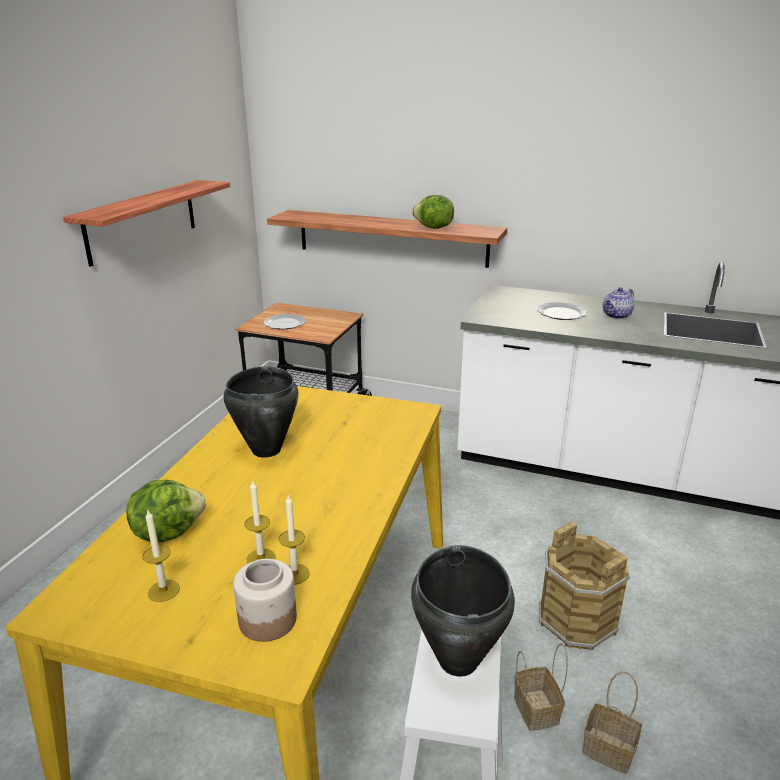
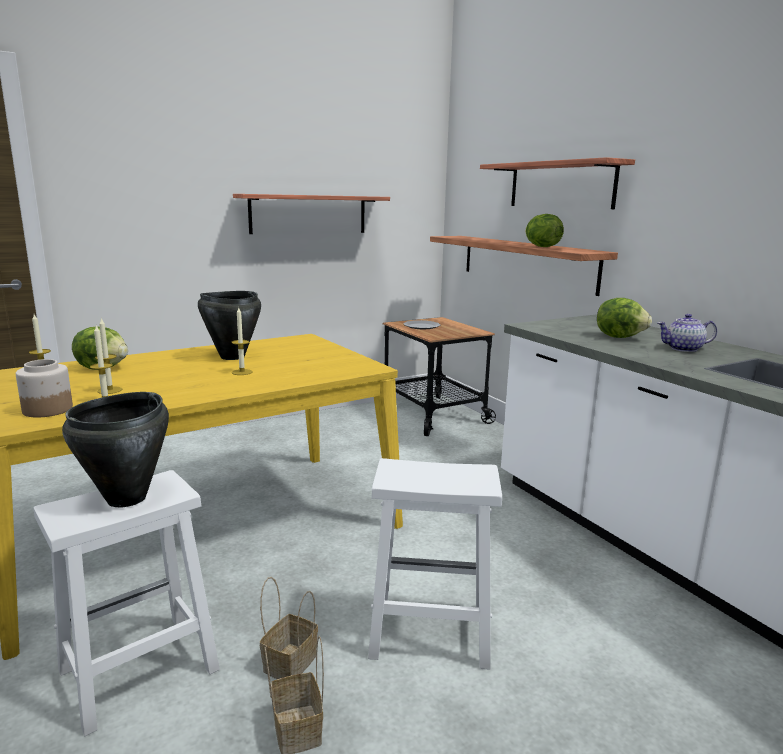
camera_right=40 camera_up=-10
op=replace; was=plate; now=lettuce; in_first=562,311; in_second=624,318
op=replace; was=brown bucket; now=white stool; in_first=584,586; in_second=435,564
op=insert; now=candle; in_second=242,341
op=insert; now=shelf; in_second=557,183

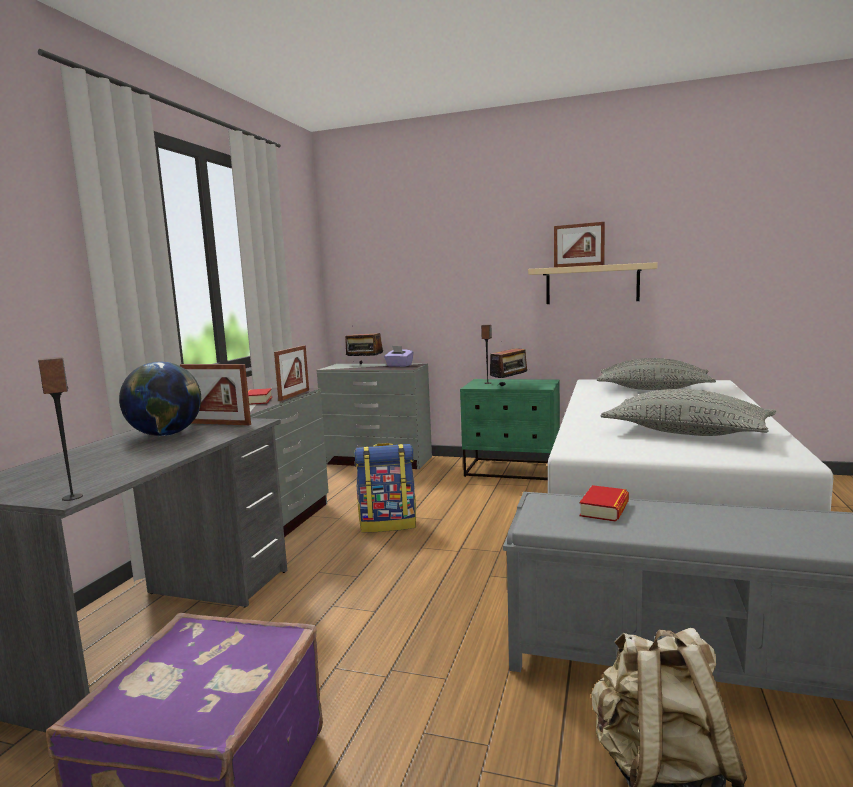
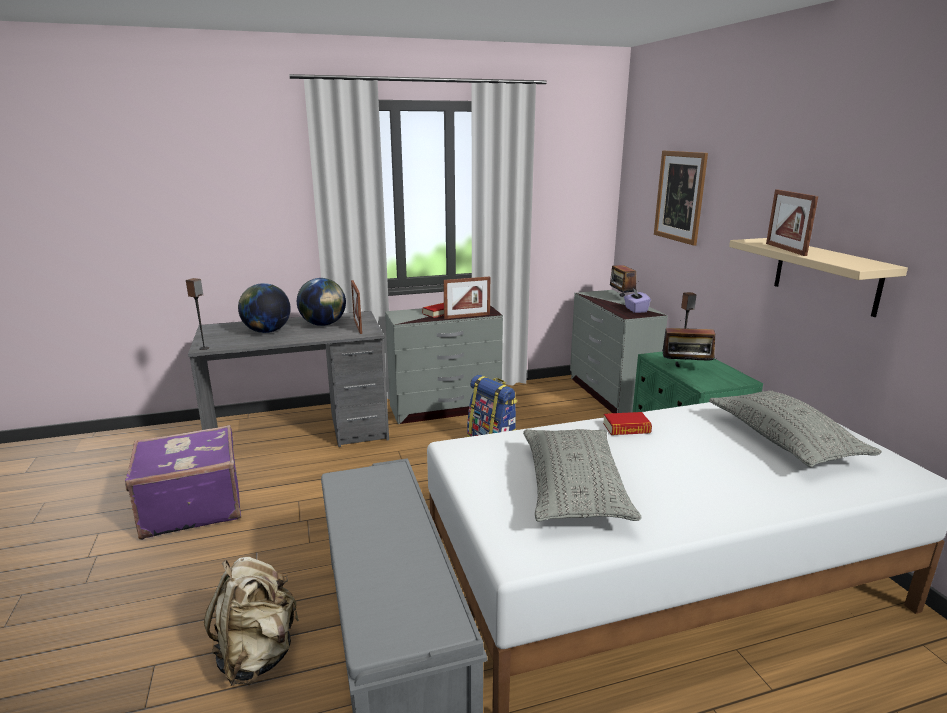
camera_right=55 camera_up=10
op=move; was=book; in_first=604,503; in_second=627,423
op=insert; now=globe; in_second=264,308
op=insert; now=picture; in_second=681,198

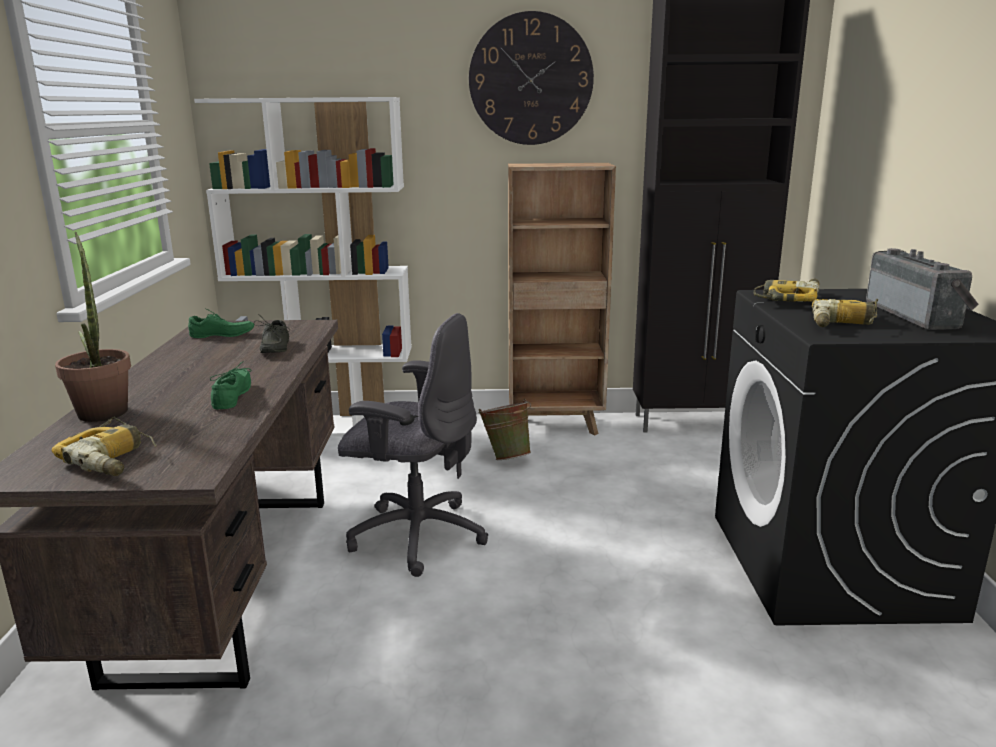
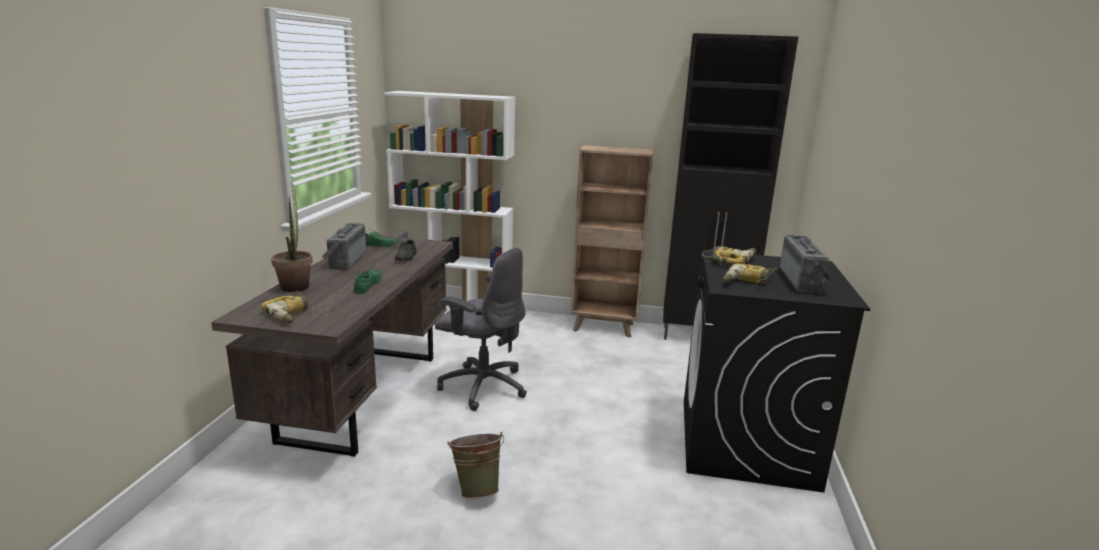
camera_right=10 camera_up=0
op=delete; was=wall clock; in_first=531,78
op=move; was=green bucket; in_first=504,429; in_second=475,465
op=insert; now=radio; in_second=344,246

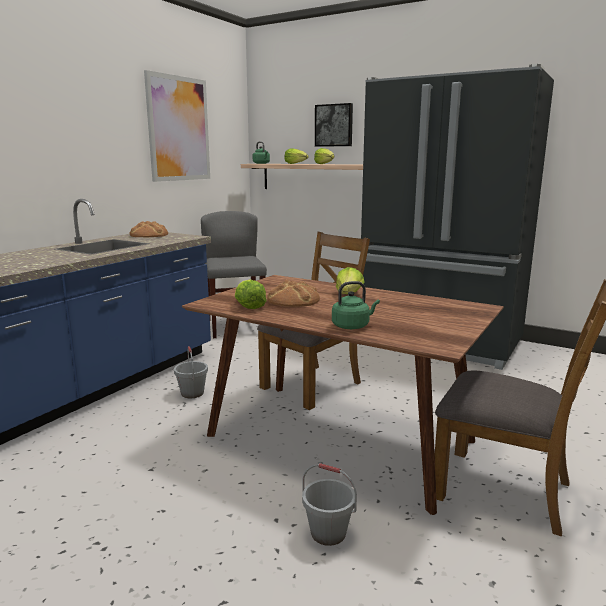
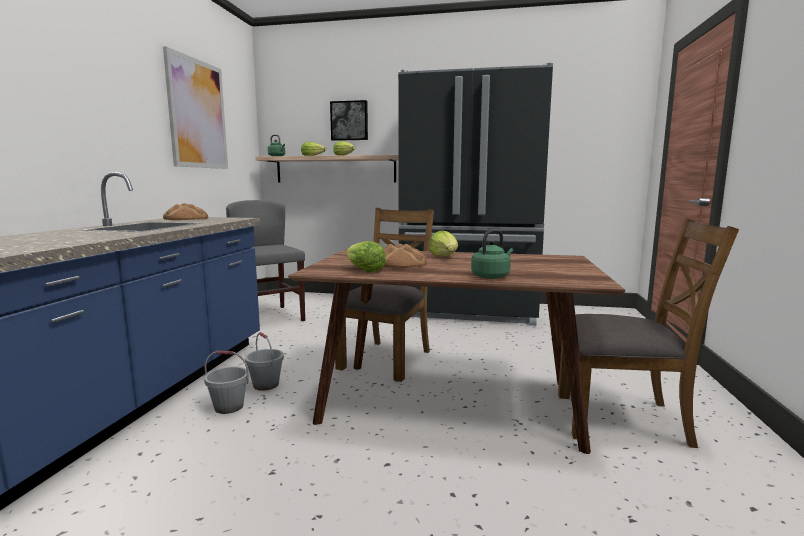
camera_right=-20 camera_up=-5
op=move; was=grey bucket; in_first=329,504; in_second=226,382

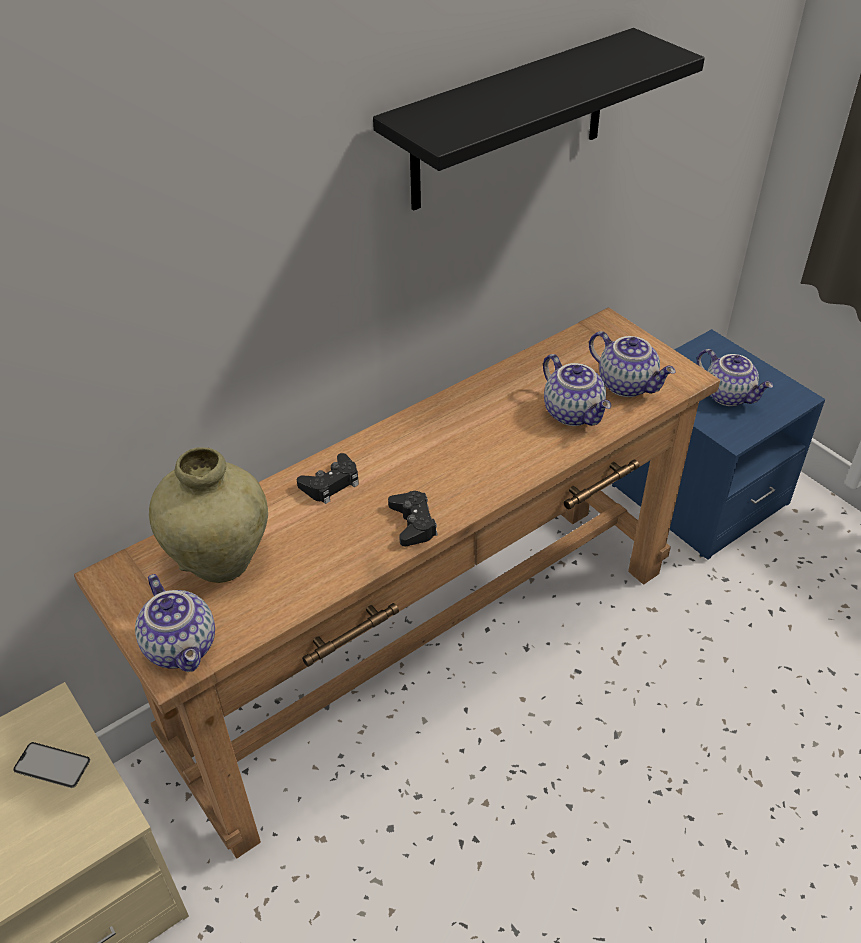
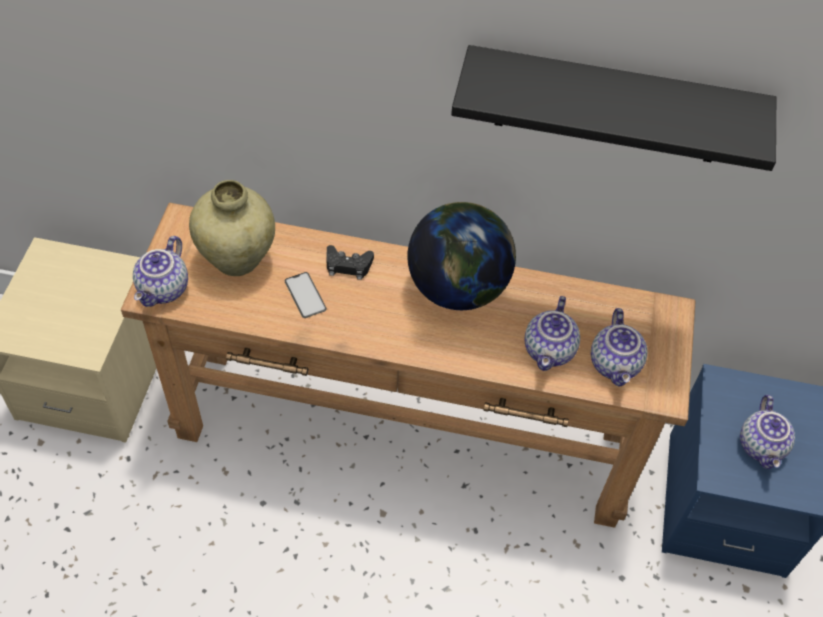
camera_right=45 camera_up=10
op=move; was=phone; in_first=51,765; in_second=306,295
op=delete; was=black game controller; in_first=413,518
op=insert; now=globe; in_second=461,256

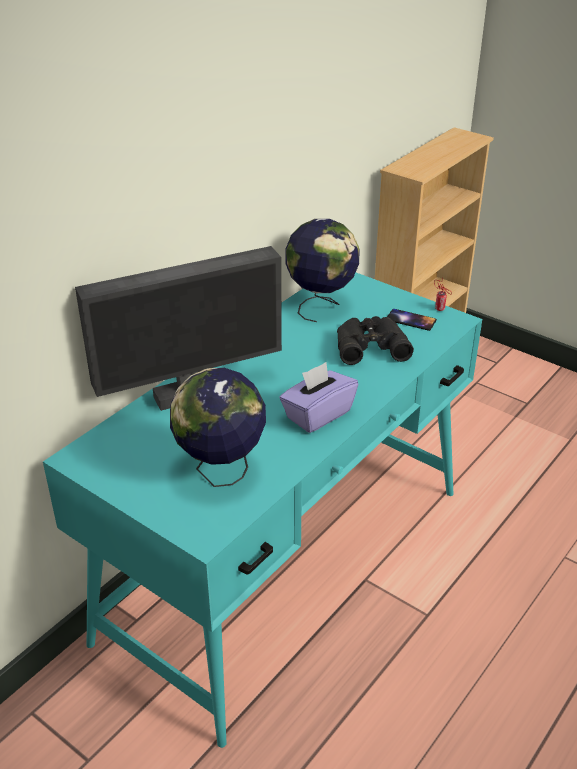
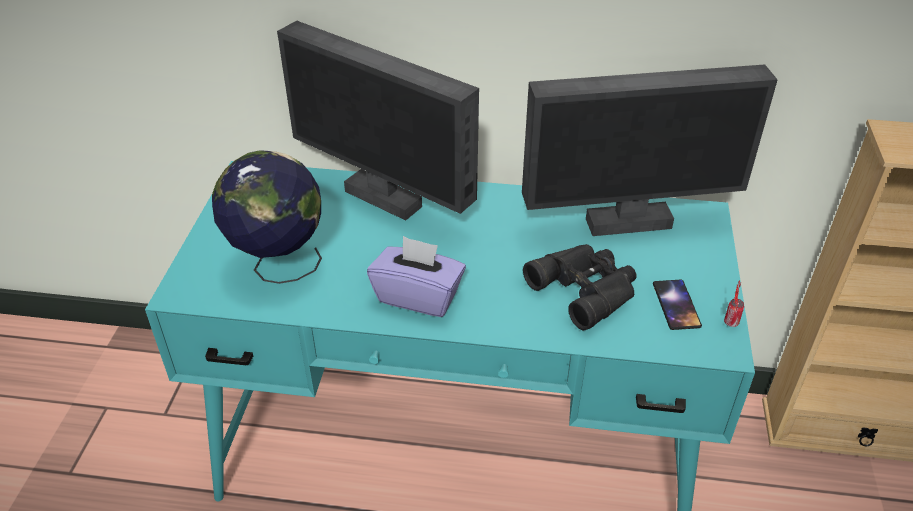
camera_right=60 camera_up=5
op=replace; was=globe; now=monitor; in_first=322,270; in_second=650,150

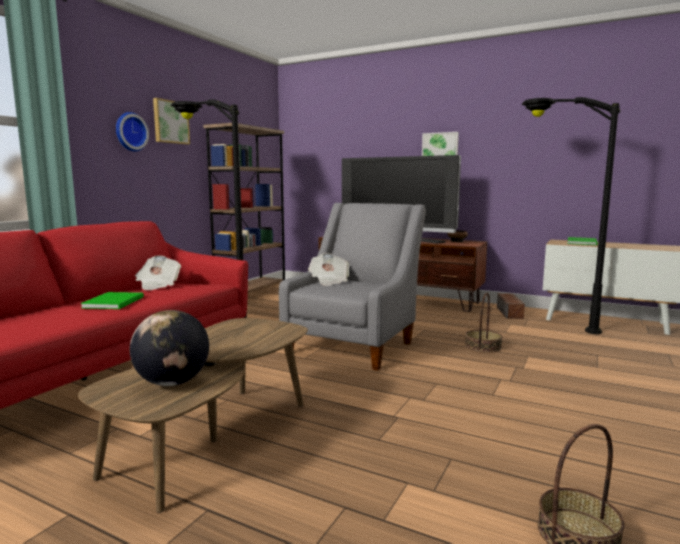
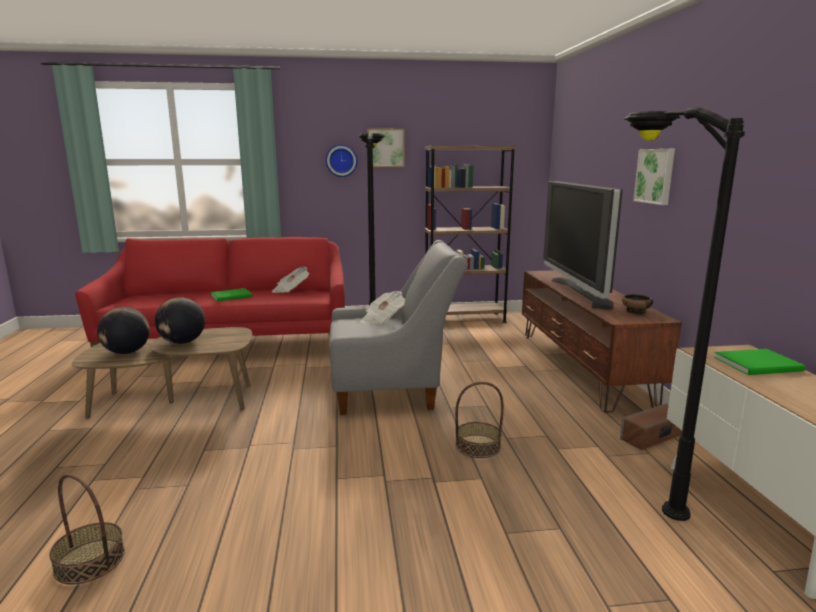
camera_right=55 camera_up=5
op=insert; now=globe; in_second=180,320

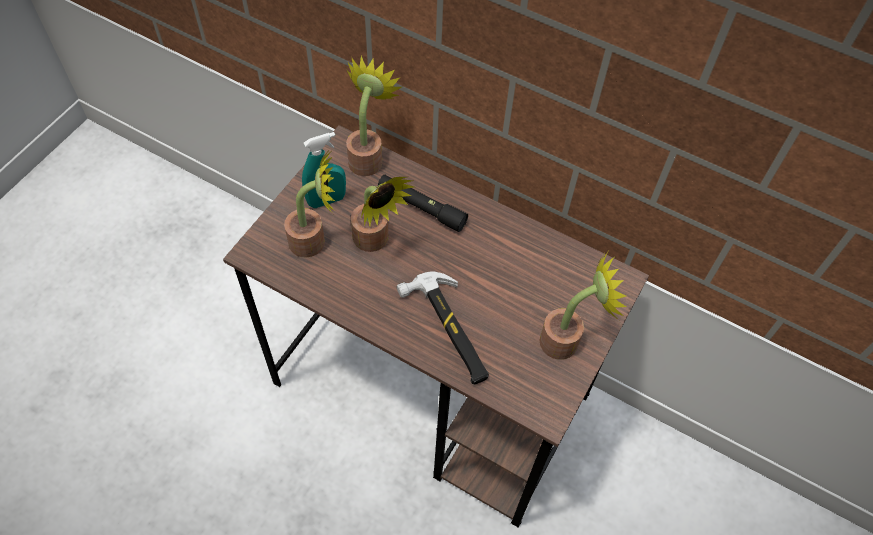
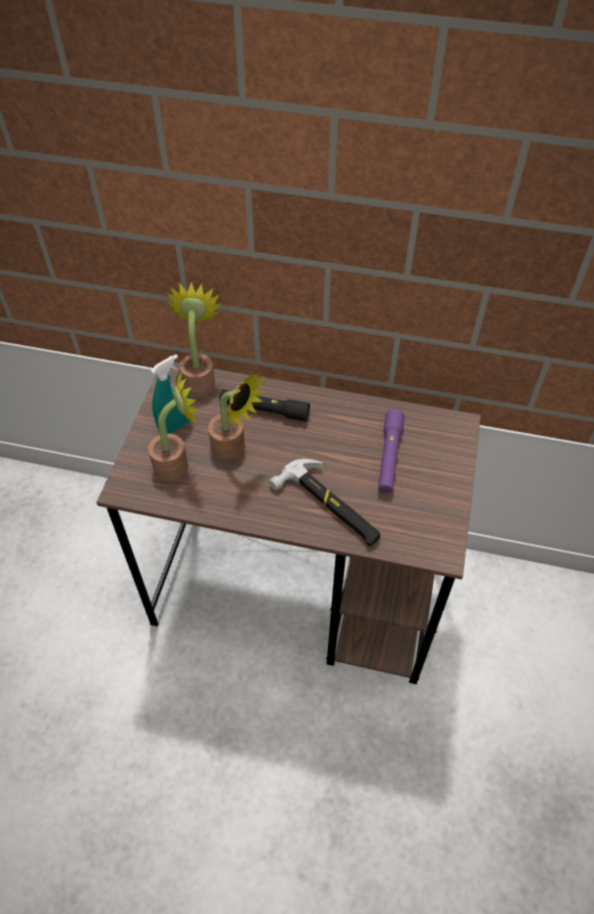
camera_right=-15 camera_up=-5
op=delete; was=potted plant; in_first=583,306
op=insert; now=purple flashlight; in_second=391,451

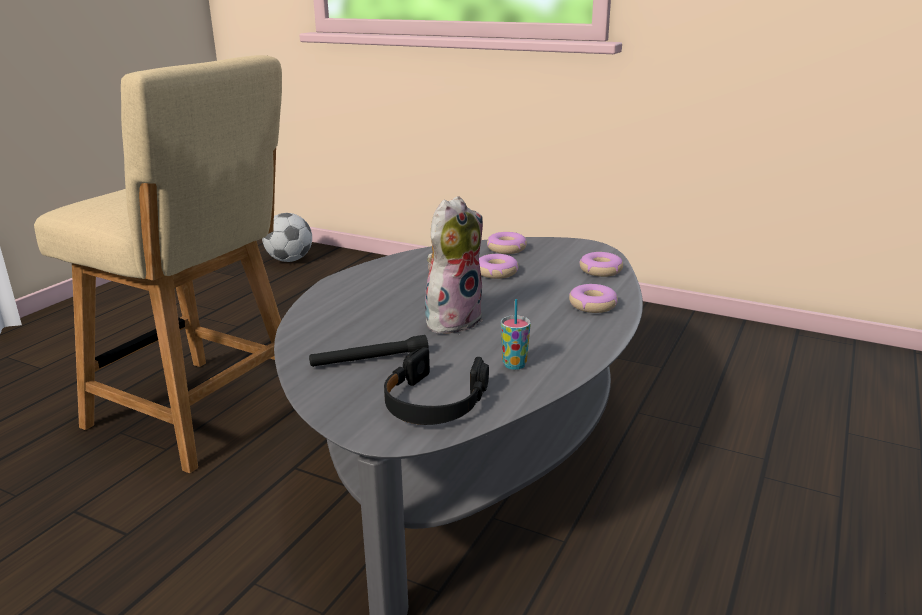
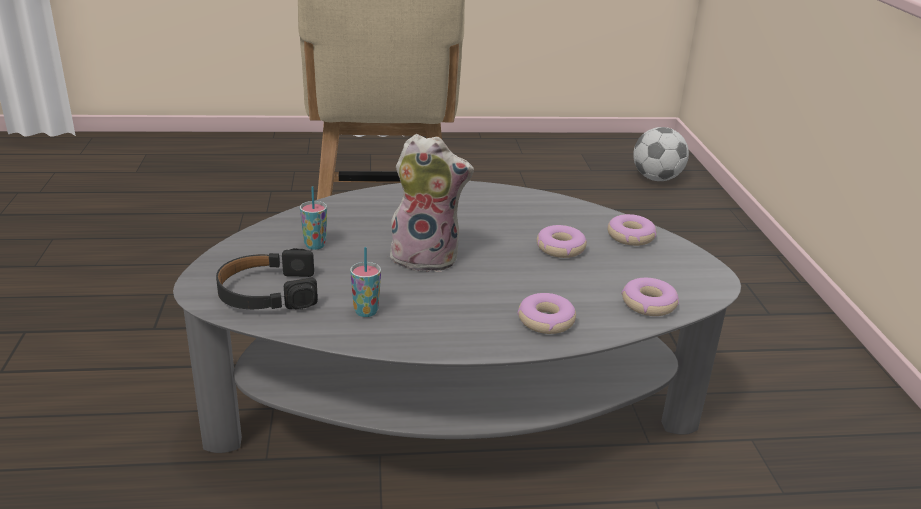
camera_right=55 camera_up=5
op=replace; was=black flashlight; now=cup; in_first=368,351; in_second=313,218

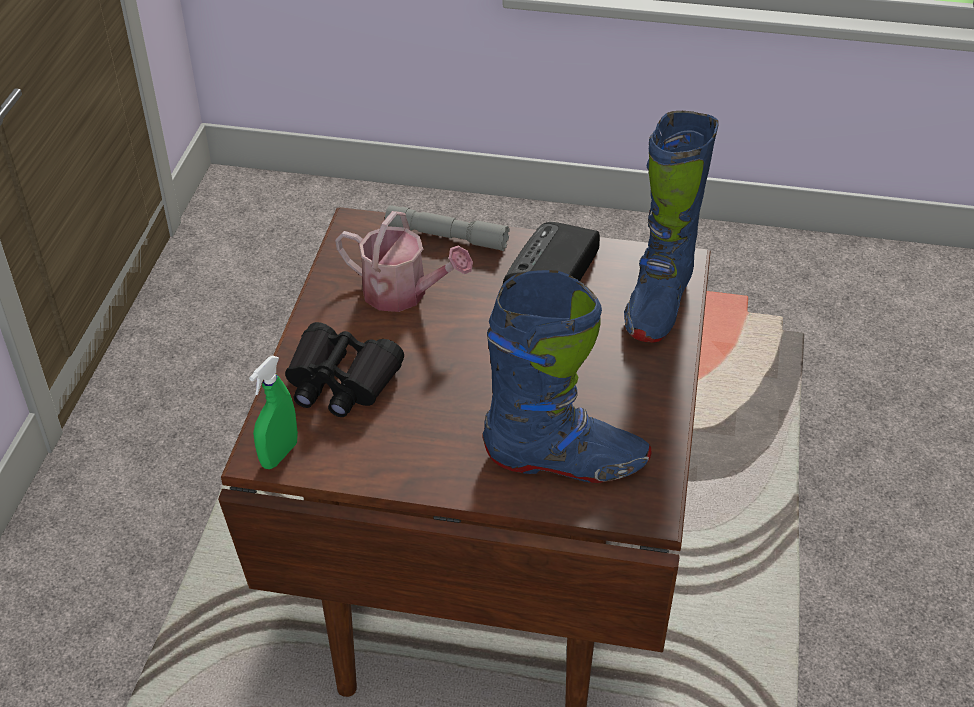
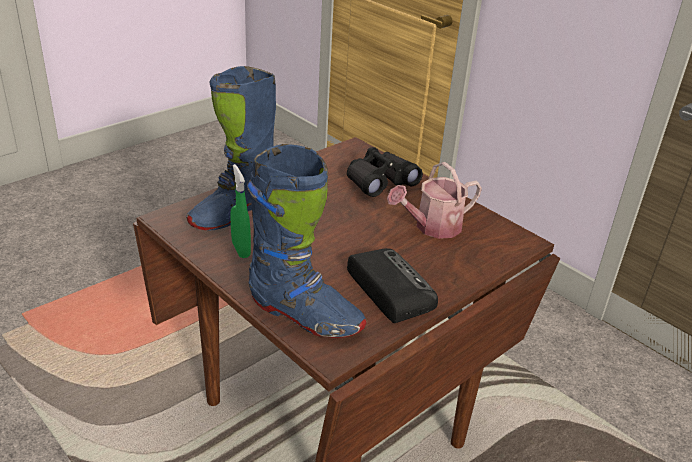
camera_right=125 camera_up=-10
op=move; was=green spray bottle; in_first=273,412; in_second=240,211
op=delete; was=grey flashlight; in_first=447,228
op=rotate; was=blue boot; in_first=671,227; in_second=307,241; clockwise=150

